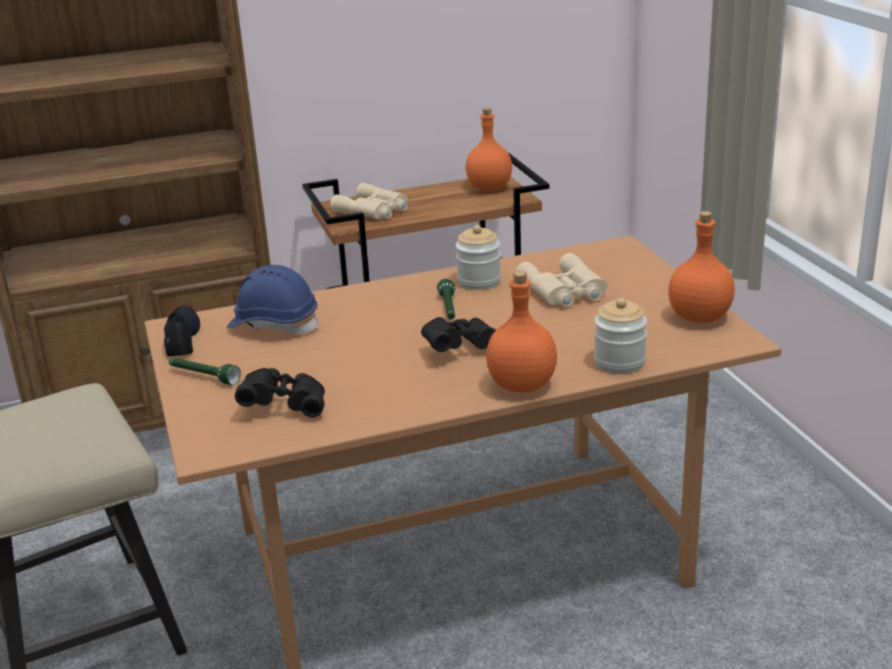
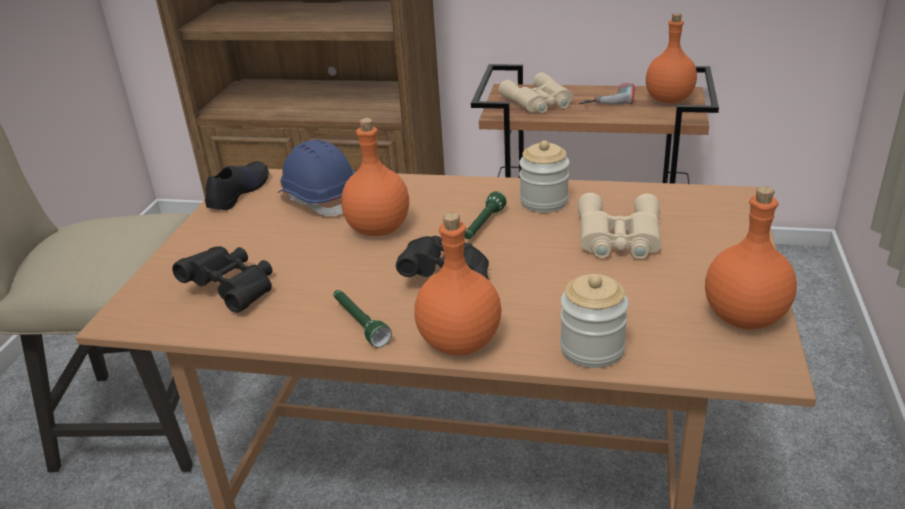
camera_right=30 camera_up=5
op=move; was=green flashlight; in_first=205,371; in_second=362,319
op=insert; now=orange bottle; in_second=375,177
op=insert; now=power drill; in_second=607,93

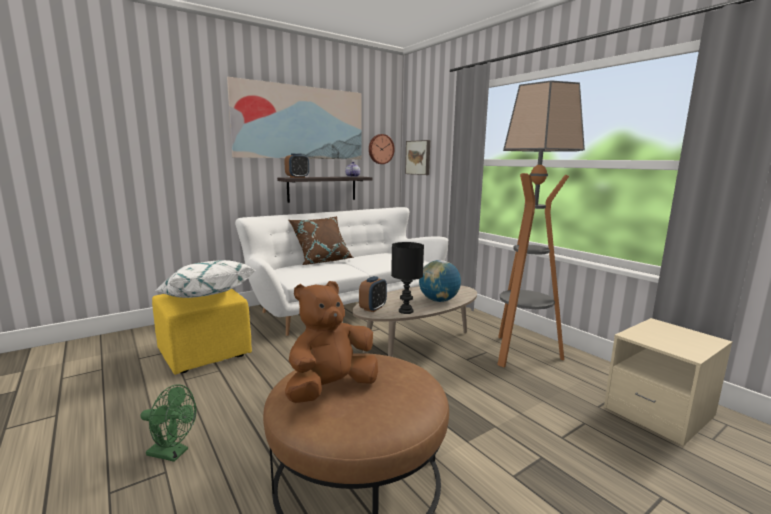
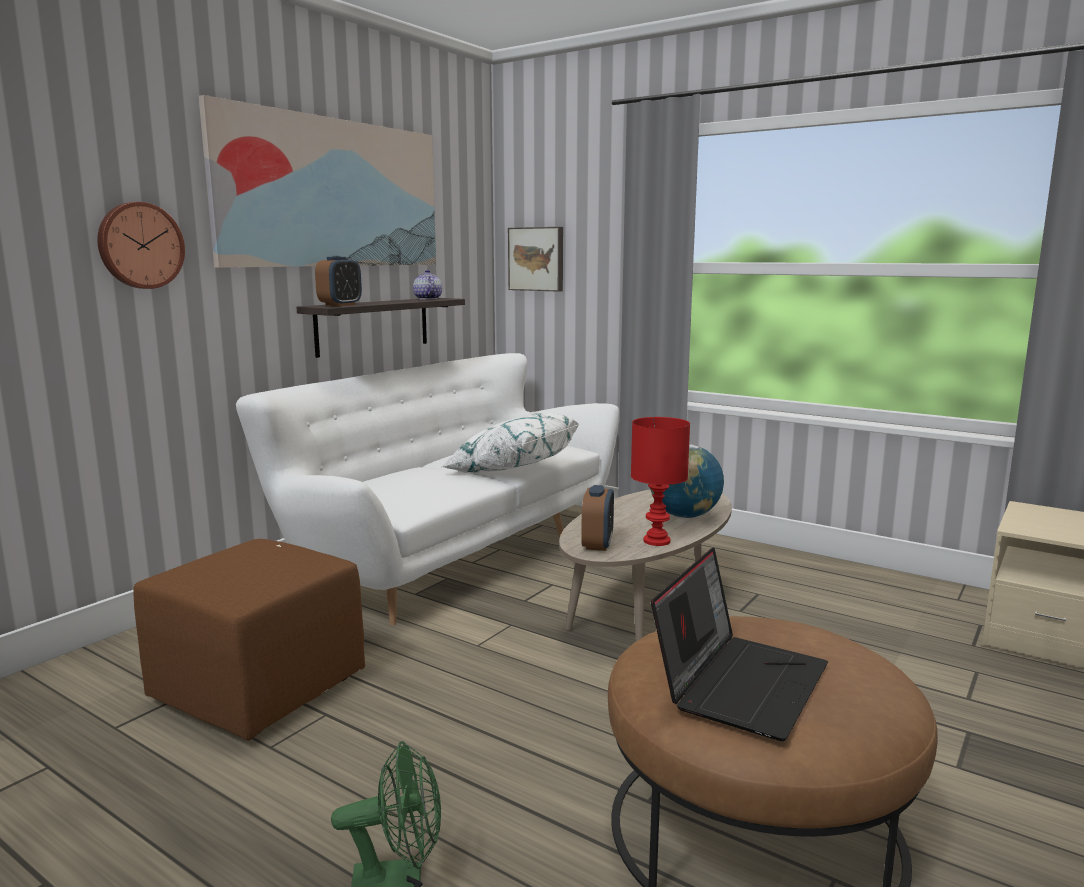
camera_right=-20 camera_up=0
op=recolor; was=yellow ottoman; now=brown ottoman; in_first=202,332; in_second=249,640
op=move; was=white pillow; in_first=205,279; in_second=510,442
op=replace; was=brown plush toy; now=laptop; in_first=331,342; in_second=739,644
op=delete; was=brown pillow; in_first=321,240
op=move; was=wall clock; in_first=382,149; in_second=141,245
op=recolor; was=black table lamp; now=red table lamp; in_first=407,278; in_second=660,481
op=delete; was=floor lamp; in_first=541,224

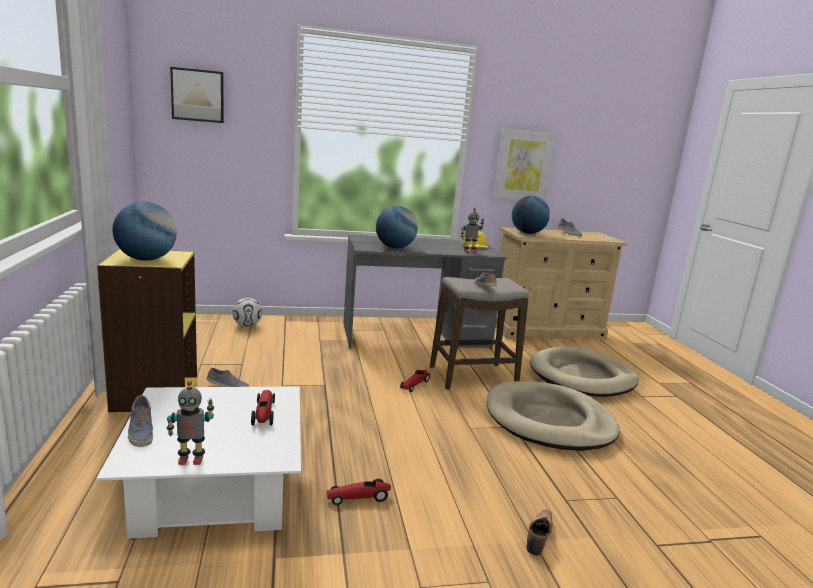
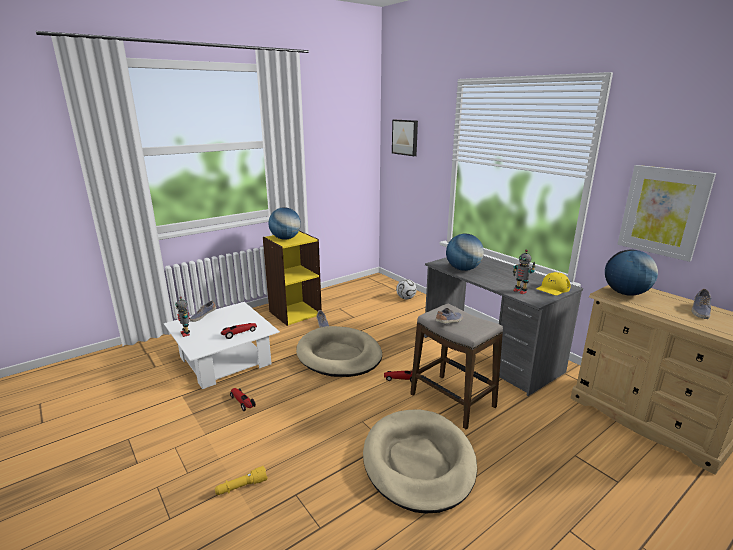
camera_right=65 camera_up=5
op=replace; was=shoe; now=yellow flashlight; in_first=539,532; in_second=241,480
op=move; was=beige dog bed; in_first=584,371; in_second=339,351

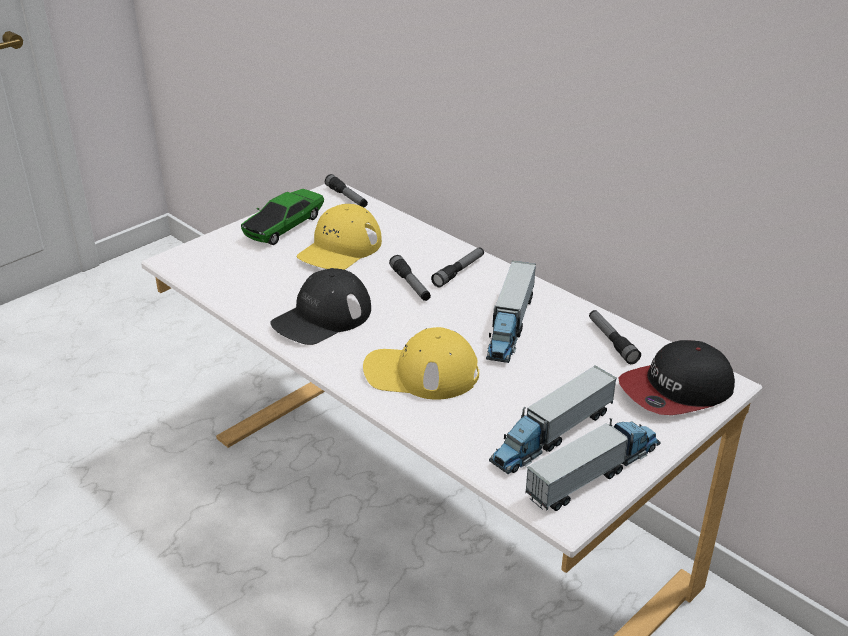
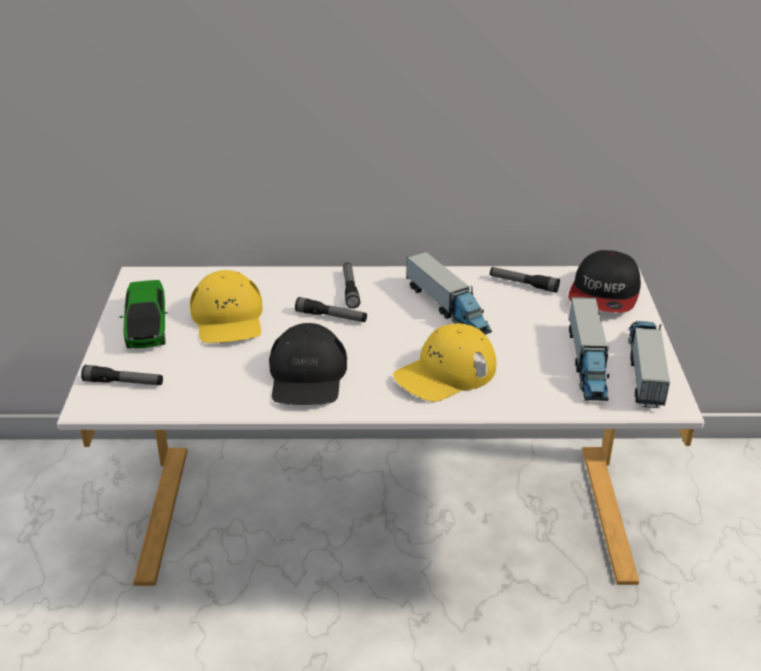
camera_right=-45 camera_up=0
op=move; was=flashlight; in_first=346,190; in_second=122,375

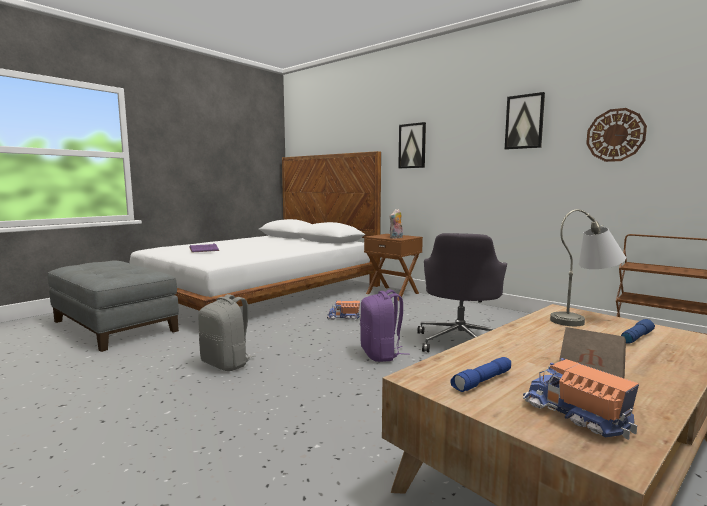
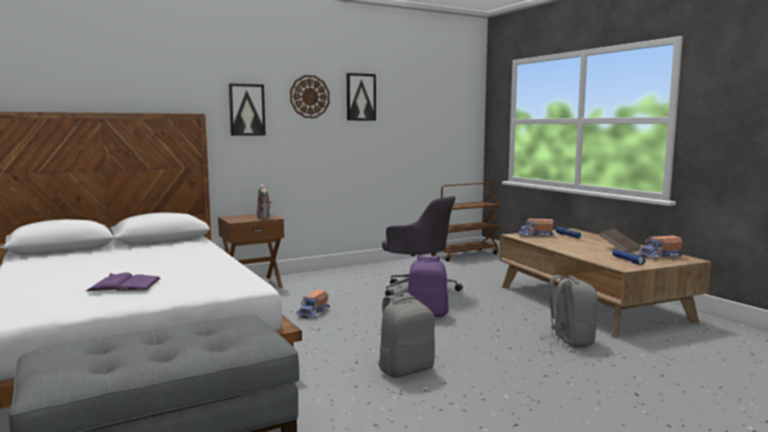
camera_right=-70 camera_up=0
op=replace; was=grey table lamp; now=toy truck; in_first=588,267; in_second=536,227
op=move; was=wall clock; in_first=616,135; in_second=310,96
op=insert; now=grey backpack; in_second=568,311

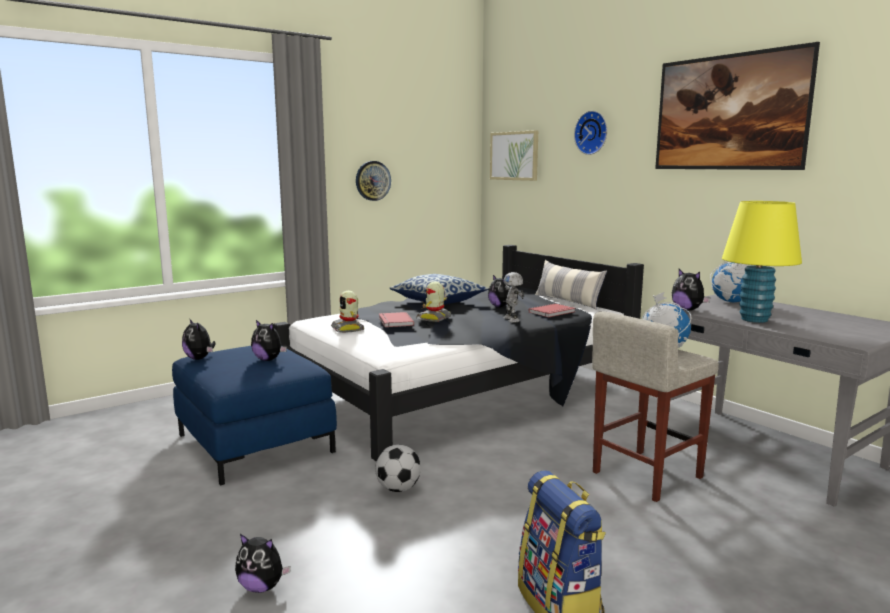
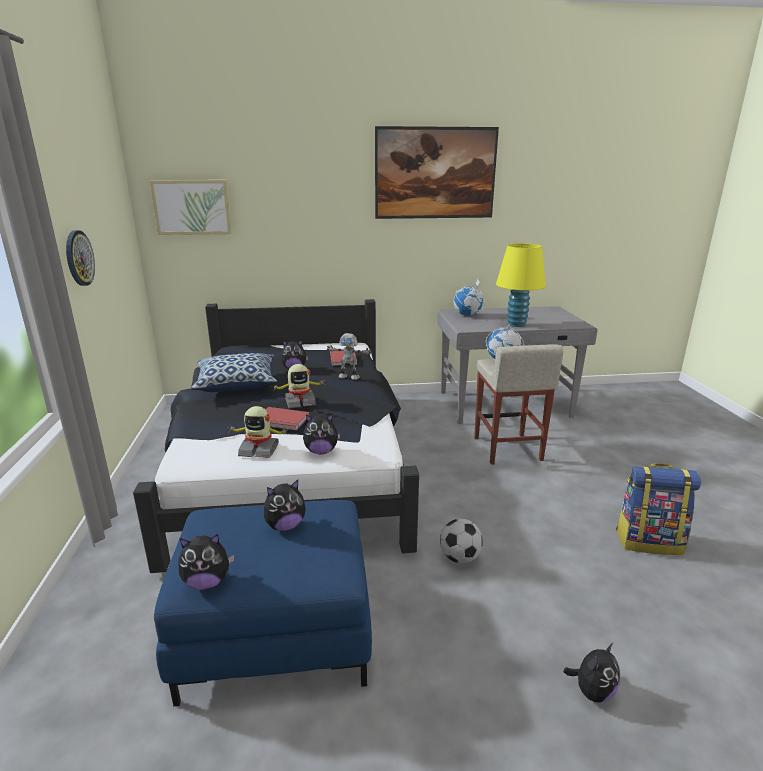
camera_right=-60 camera_up=10
op=rotate; was=toy robot; in_first=433,302; in_second=299,386; clockwise=-75
op=delete; was=pillow; in_first=571,284
op=delete; was=wall clock; in_first=590,133
op=move; was=plush toy; in_first=691,290; in_second=322,434

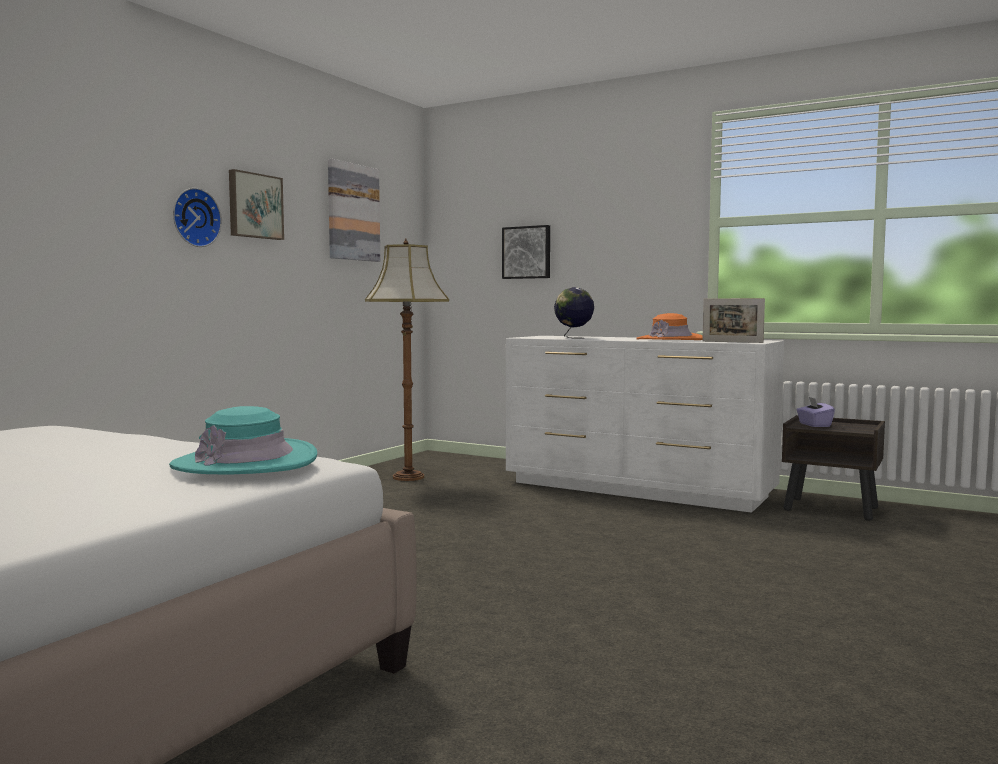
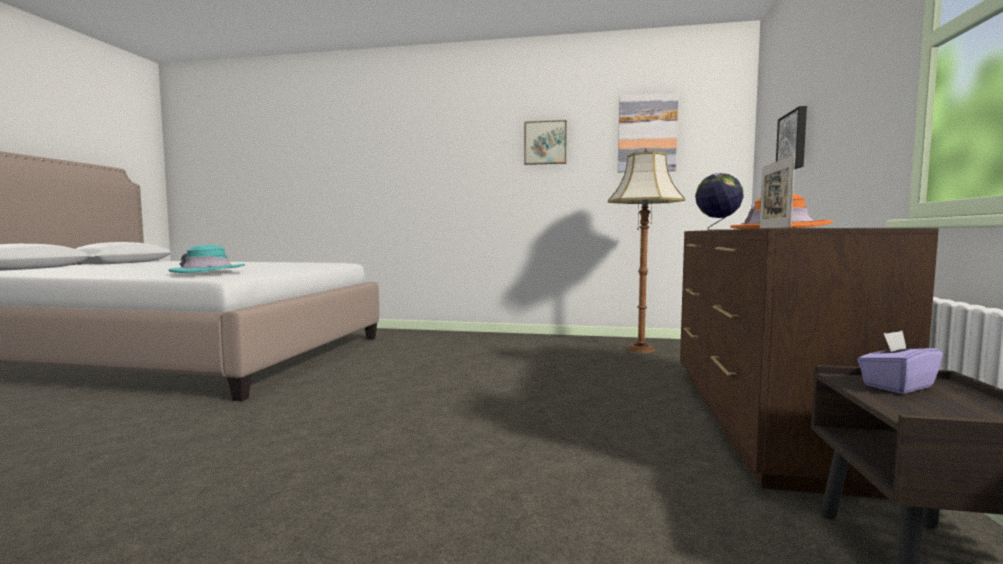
camera_right=70 camera_up=0
op=delete; was=wall clock; in_first=197,217
op=recolor; was=white dresser; now=brown dresser; in_first=645,424; in_second=809,363

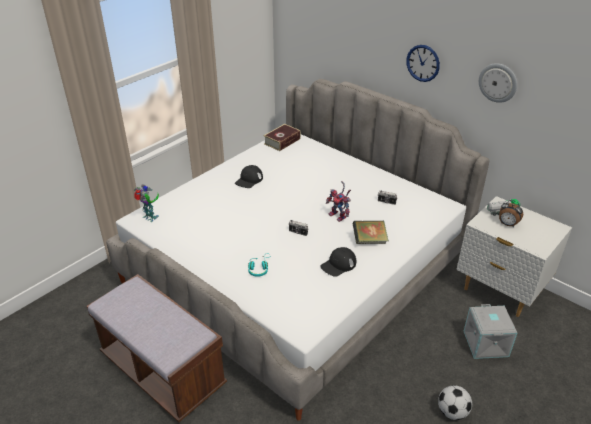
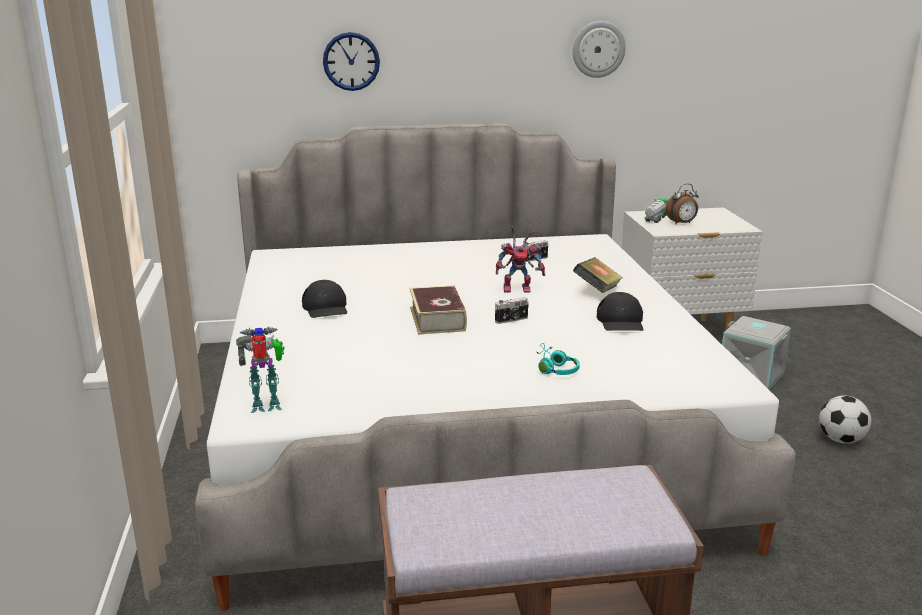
camera_right=-50 camera_up=-15
op=move; was=book; in_first=282,137; in_second=438,309
op=move; was=wall clock; in_first=423,63; in_second=351,61

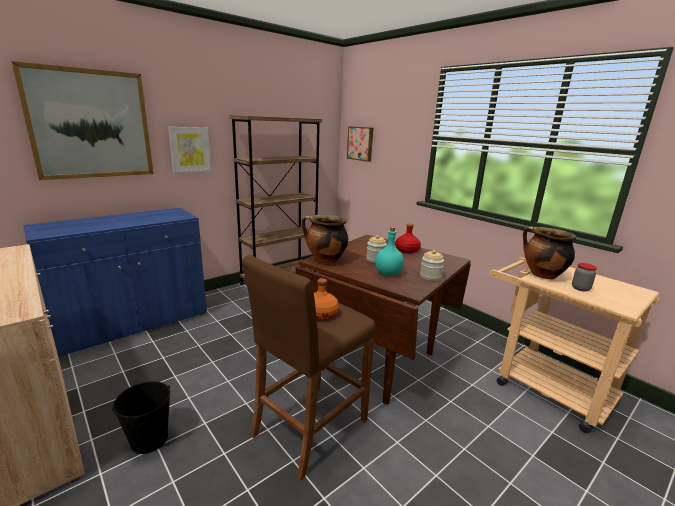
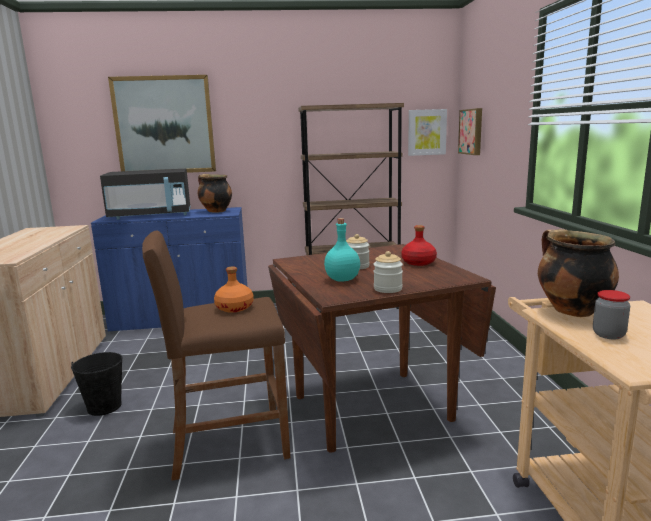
camera_right=35 camera_up=-5
op=move; was=picture; in_first=189,150; in_second=427,132
op=move; was=cooking pot; in_first=324,239; in_second=215,193
op=insert; now=black microwave; in_second=145,194

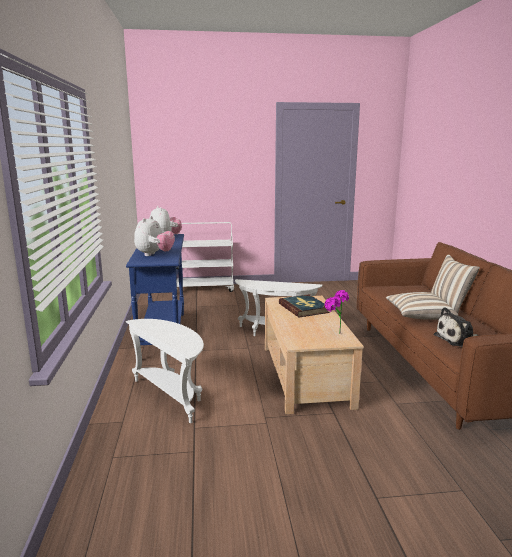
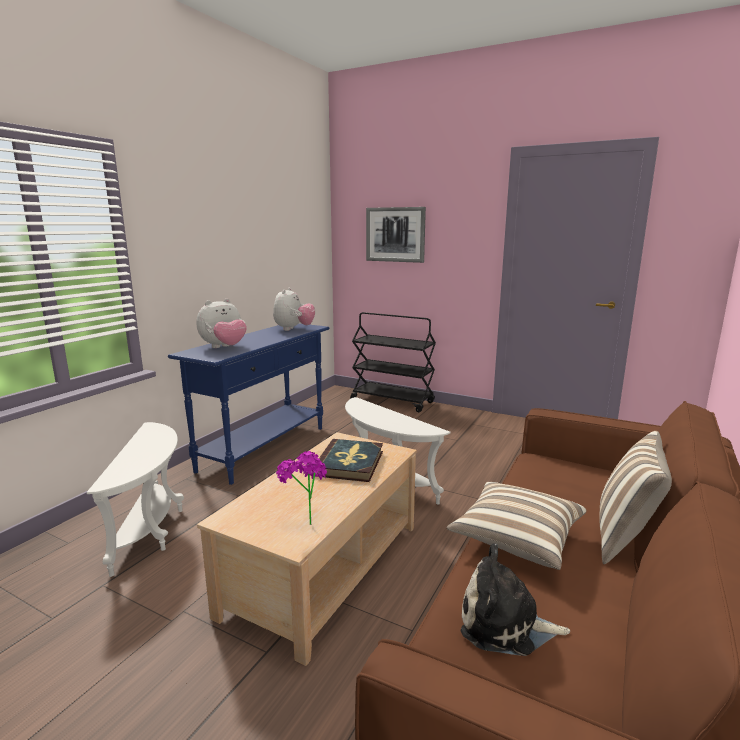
camera_right=35 camera_up=0
op=recolor; was=white cart; now=black cart; in_first=205,257; in_second=393,362
op=insert; now=picture; in_second=396,235

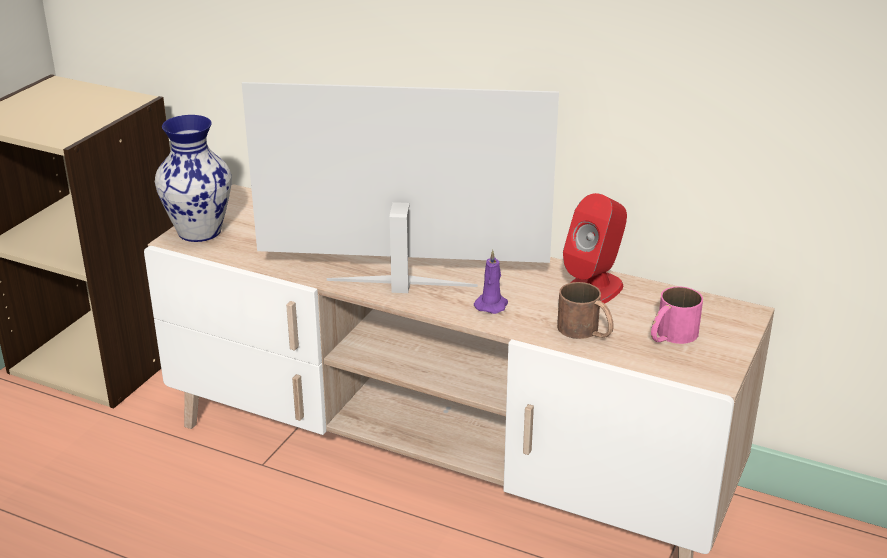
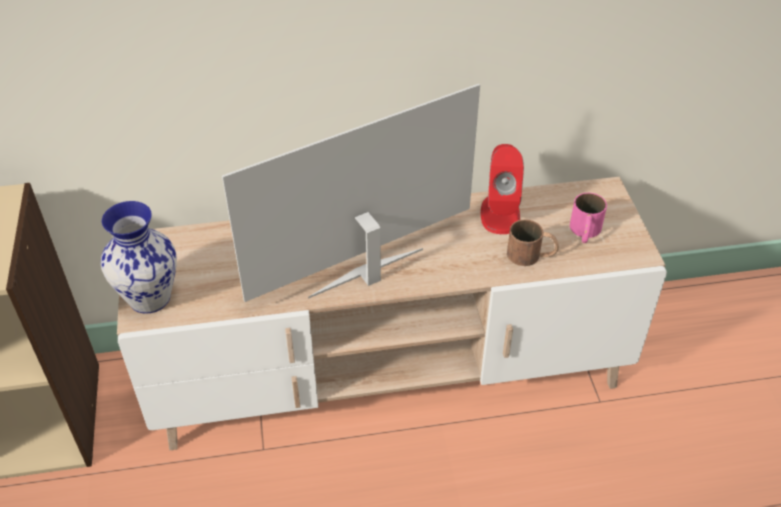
camera_right=-35 camera_up=15
op=delete; was=purple candle; in_first=491,282

